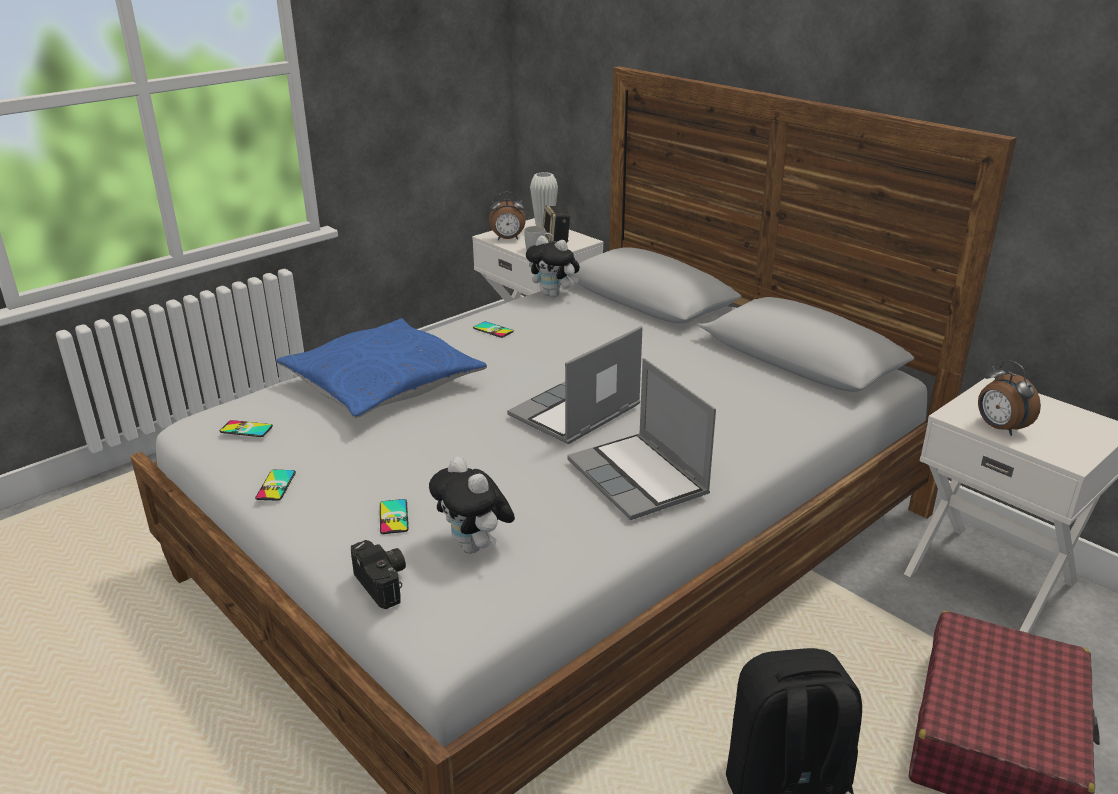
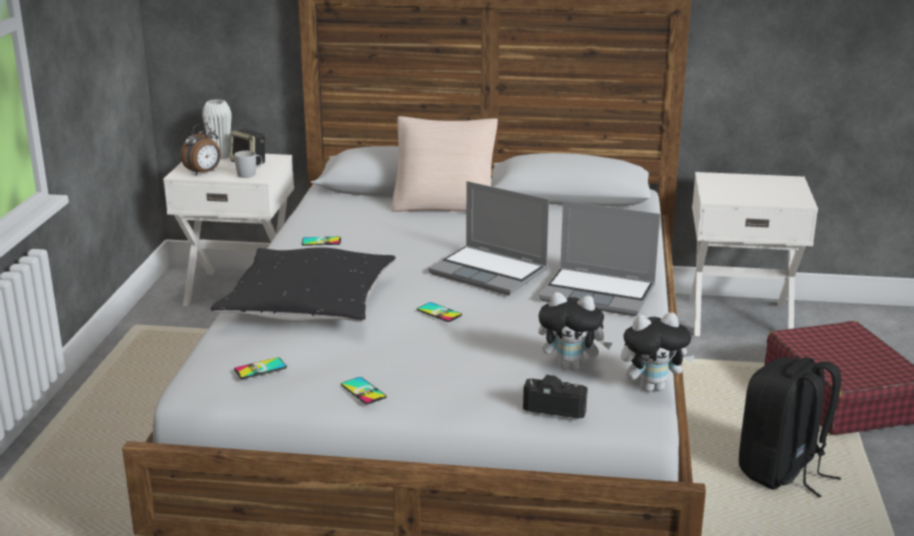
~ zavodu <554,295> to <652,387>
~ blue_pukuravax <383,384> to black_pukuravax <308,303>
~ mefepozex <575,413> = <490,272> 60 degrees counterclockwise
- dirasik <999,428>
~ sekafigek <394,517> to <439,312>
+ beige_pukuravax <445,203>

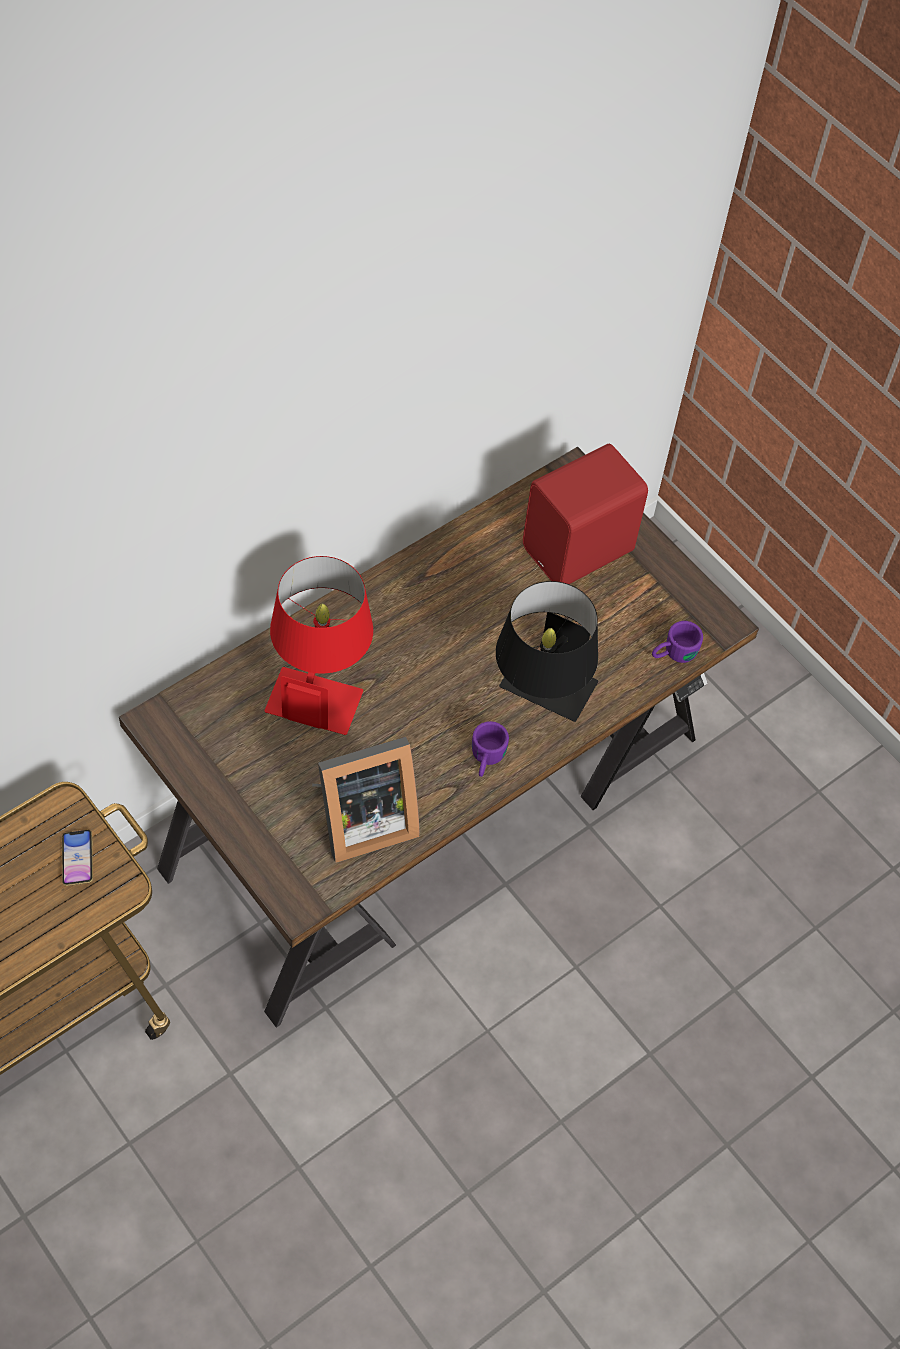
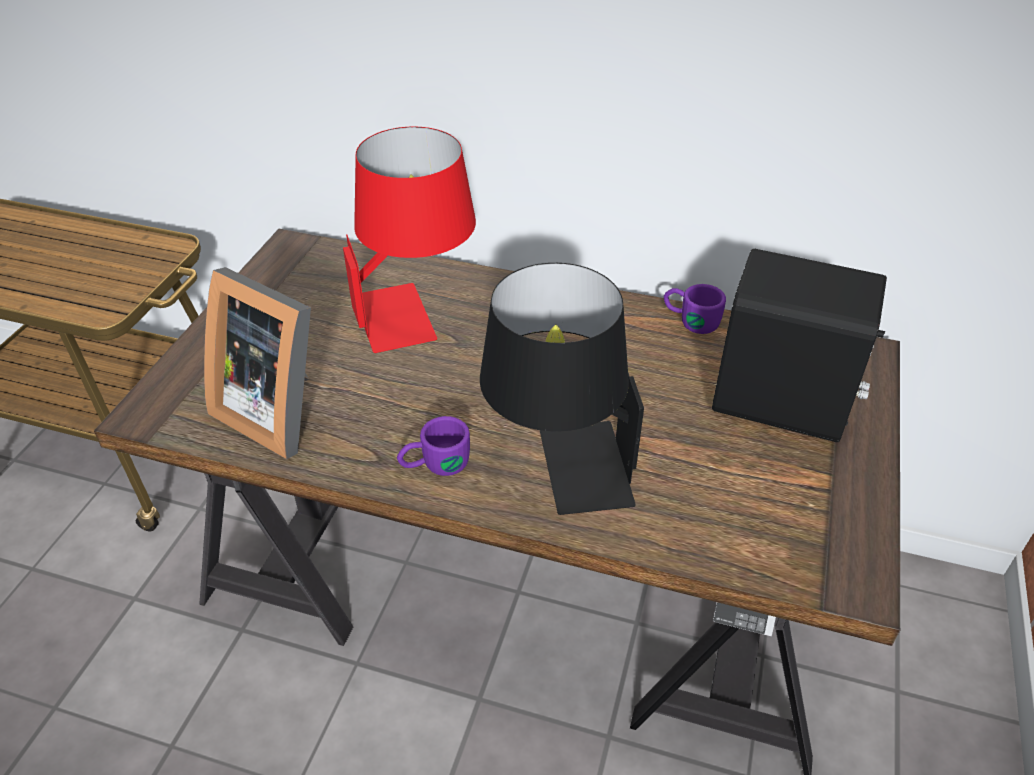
~ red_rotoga <580,551> to black_rotoga <782,405>
~ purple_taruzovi <673,654> to <690,320>
- sekafigek <78,859>

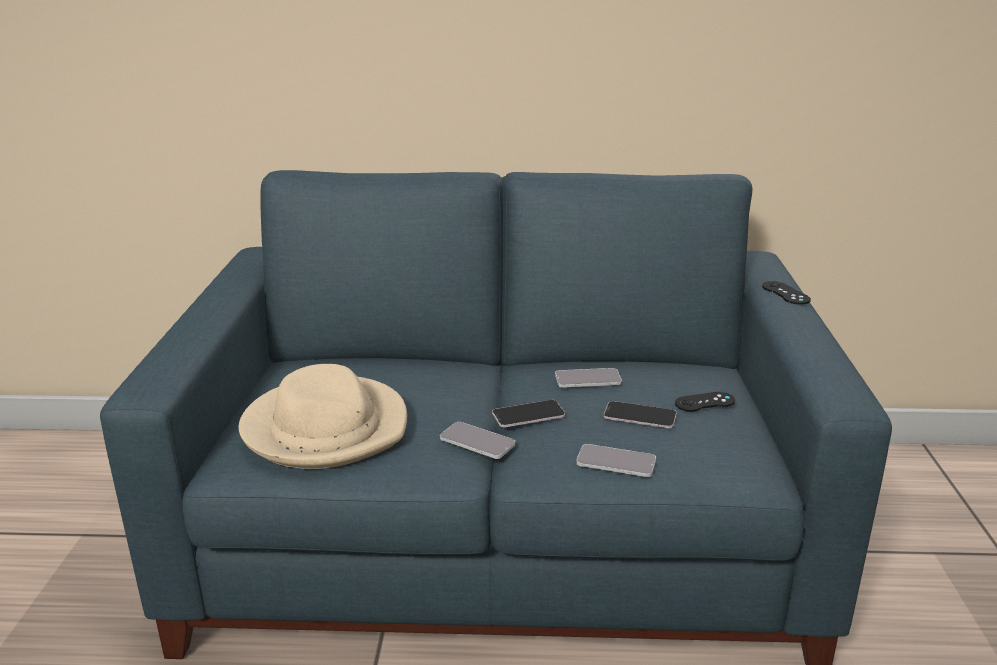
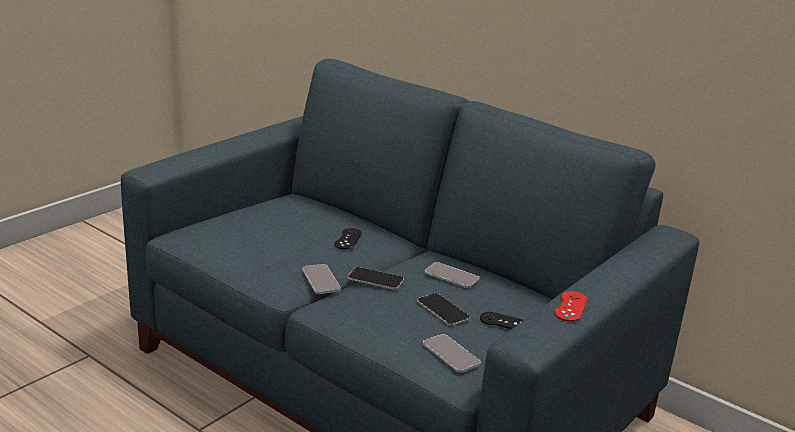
~ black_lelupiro <785,293> to <348,239>
- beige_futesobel <326,428>
~ sekafigek <616,462> to <451,354>
+ red_lelupiro <570,307>

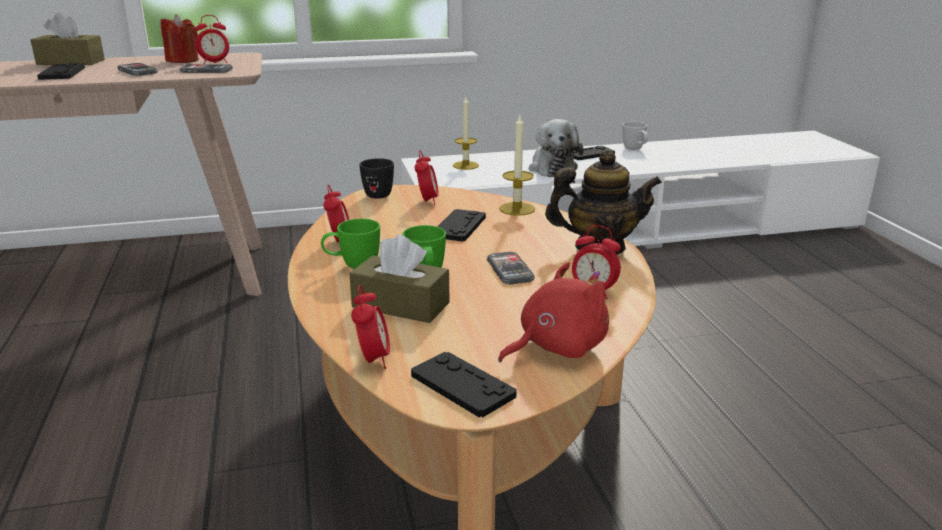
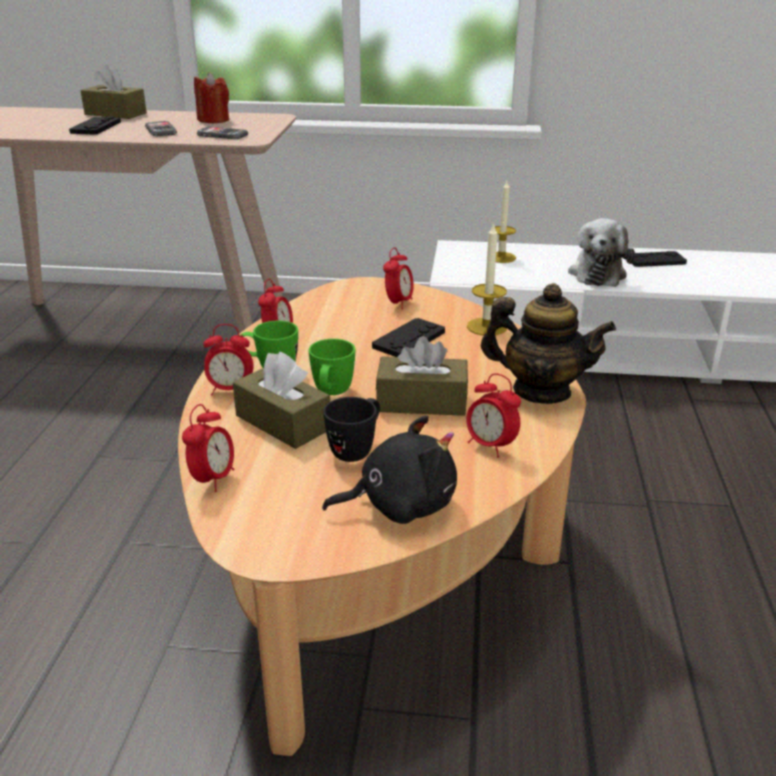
~ dirasik <215,63> to <230,390>
- white_taruzovi <635,150>
~ black_taruzovi <380,194> to <357,450>
~ sekafigek <510,270> to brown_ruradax <422,402>
~ red_zavodu <556,347> to black_zavodu <400,505>
- black_lelupiro <462,385>

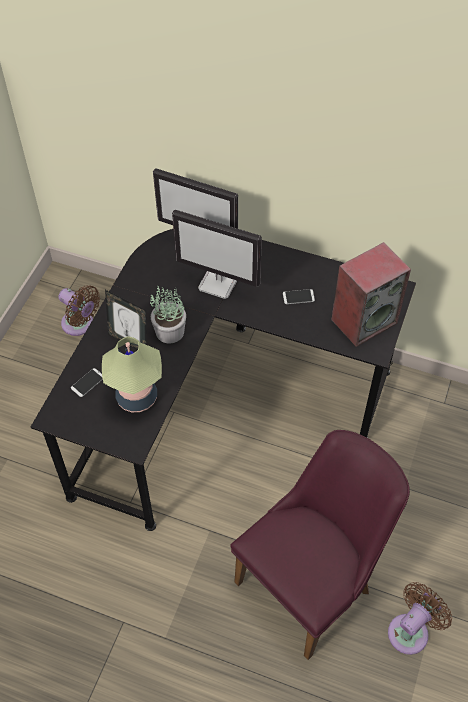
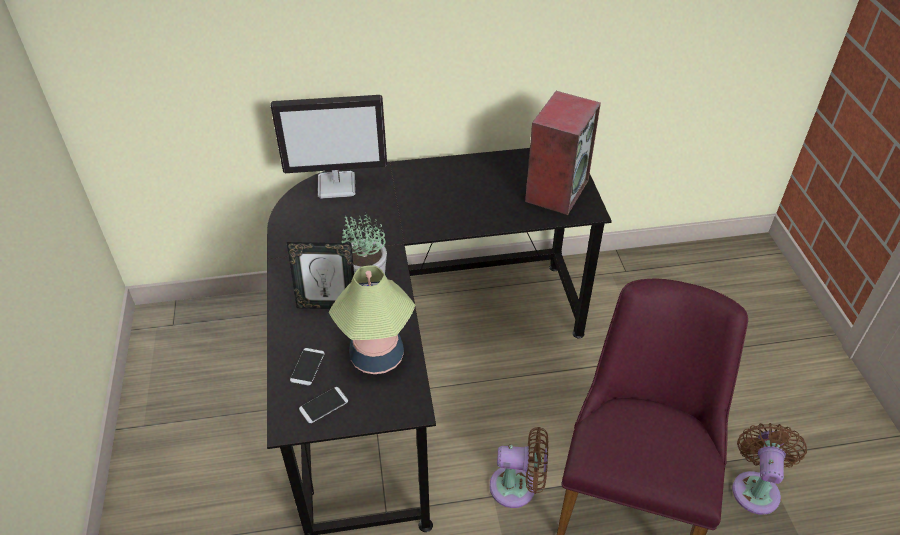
- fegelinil <219,283>
~ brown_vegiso <80,324> to <518,487>
~ sekafigek <298,297> to <323,405>

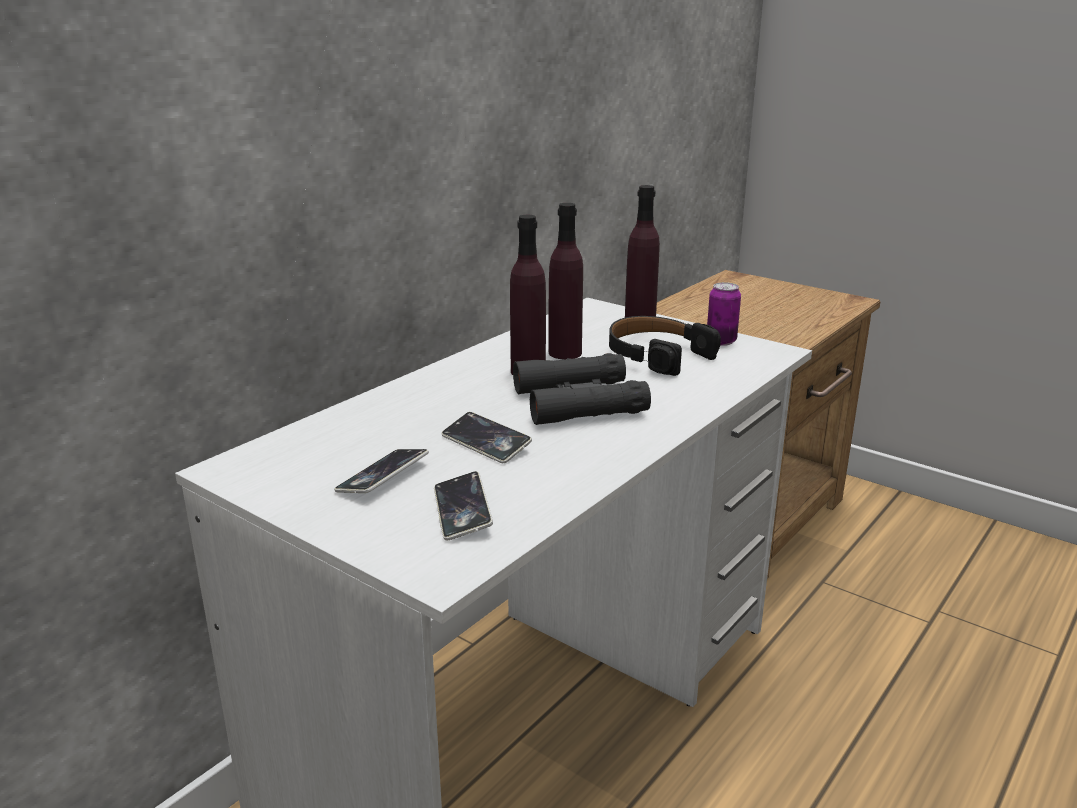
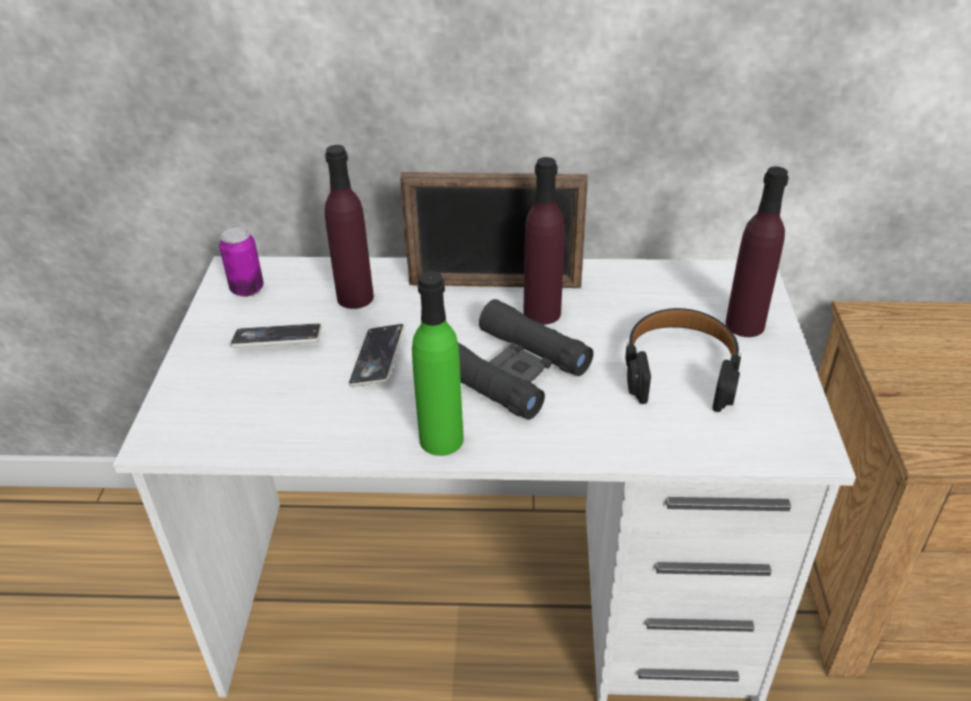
~ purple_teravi <565,353> to <355,297>
~ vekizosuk <721,341> to <247,289>
- sekafigek <462,511>
+ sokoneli <494,285>
+ green_teravi <441,439>

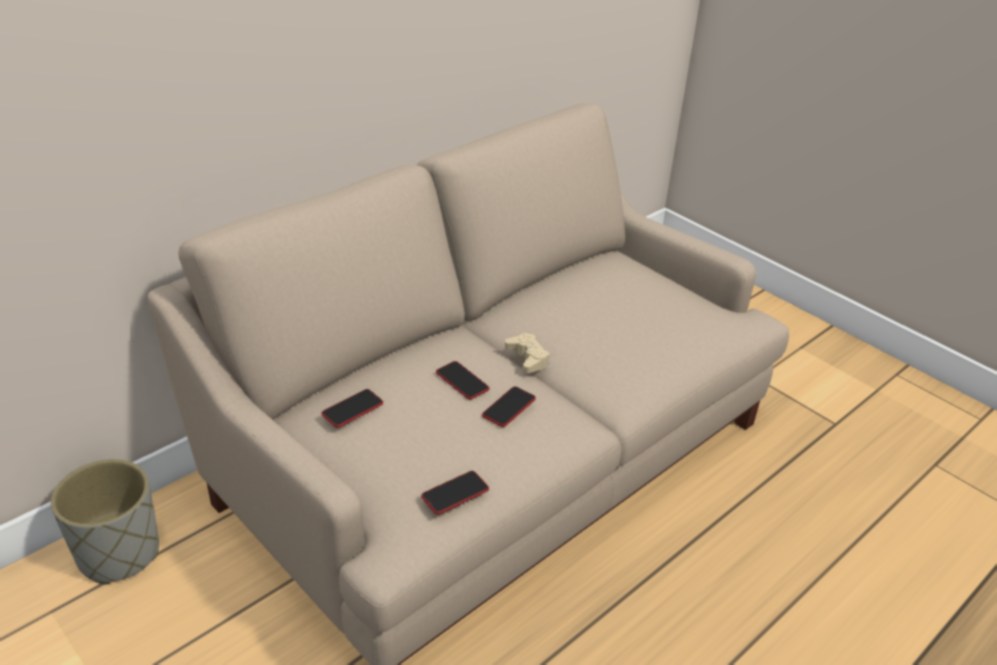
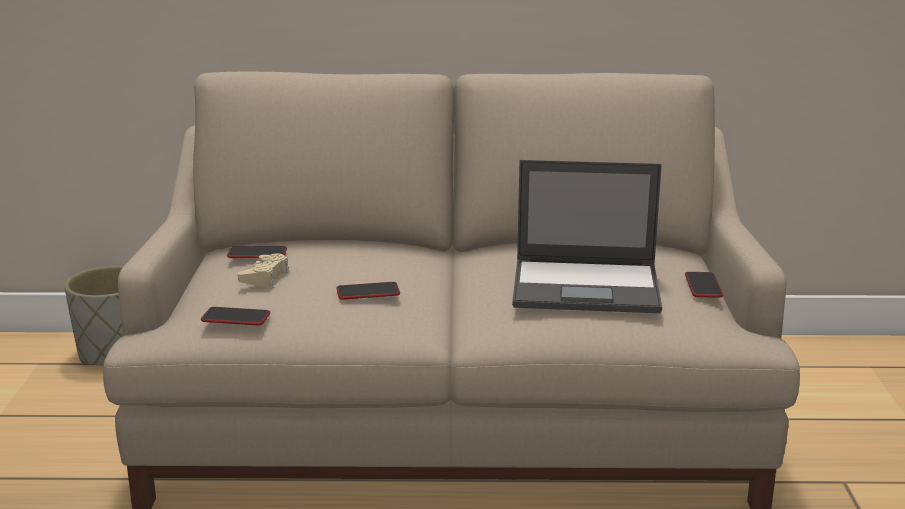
~ beige_lelupiro <527,358> to <265,276>
~ sekafigek <462,381> to <703,286>
+ mefepozex <588,287>

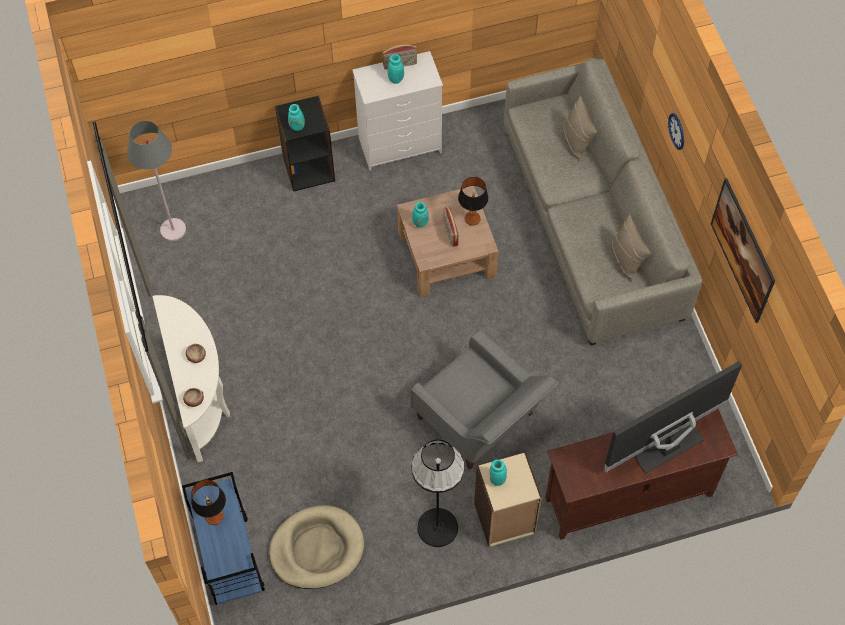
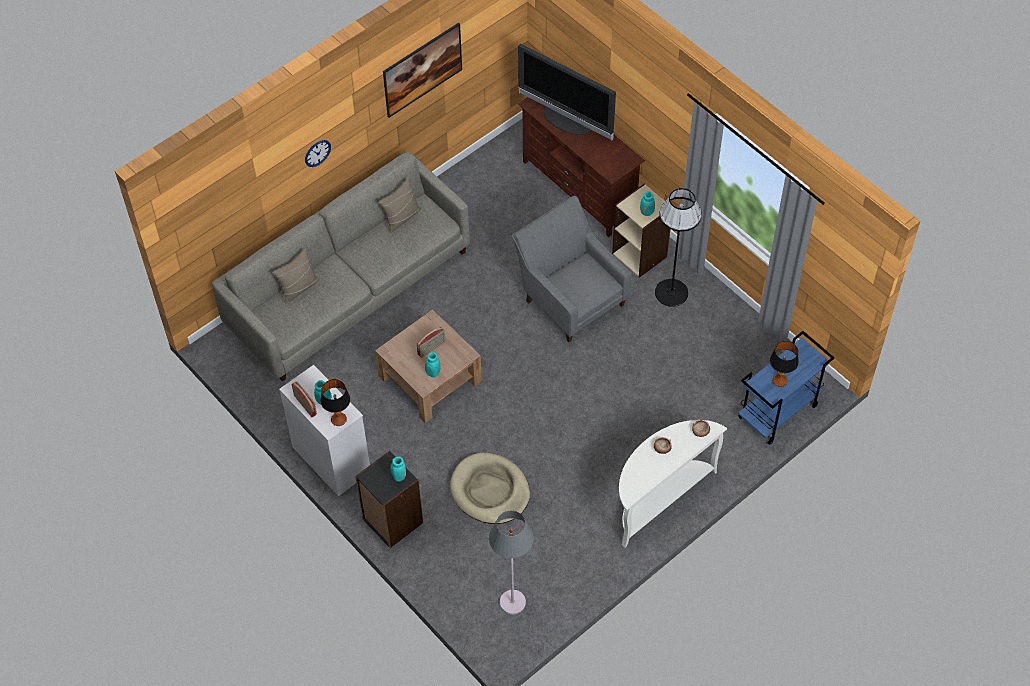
~ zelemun <472,219> to <338,419>
~ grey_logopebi <480,422> = <570,298> 60 degrees counterclockwise
~ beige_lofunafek <317,549> to <490,491>

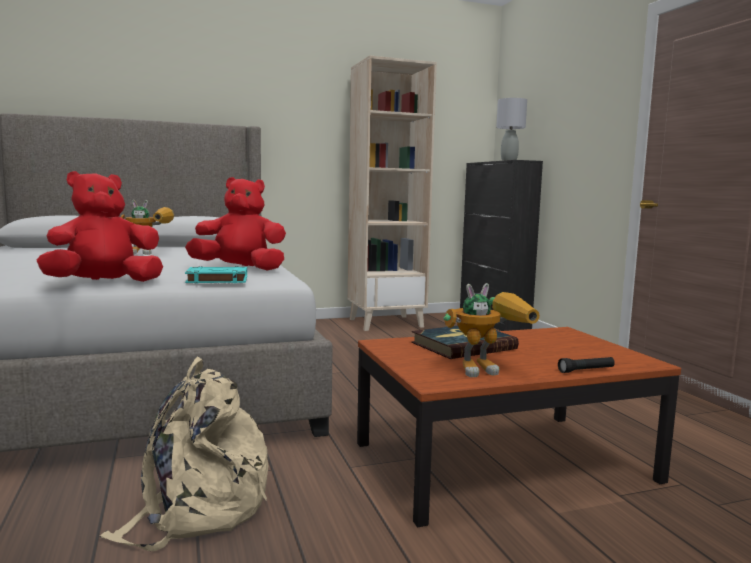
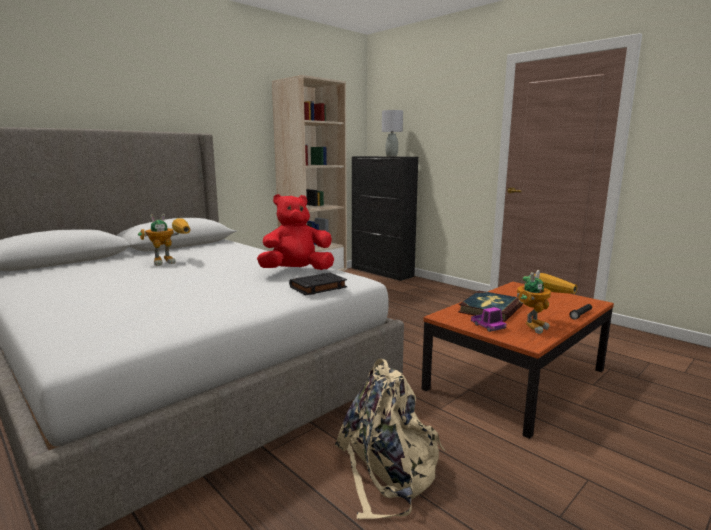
- red_zavodu <104,283>
~ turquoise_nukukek <216,280> to black_nukukek <317,287>
+ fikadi <487,326>

